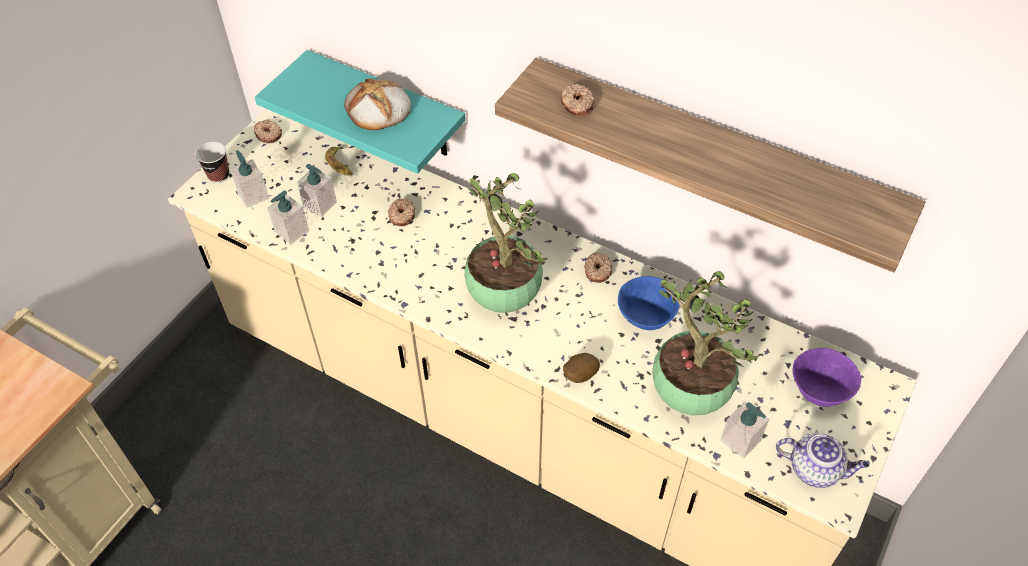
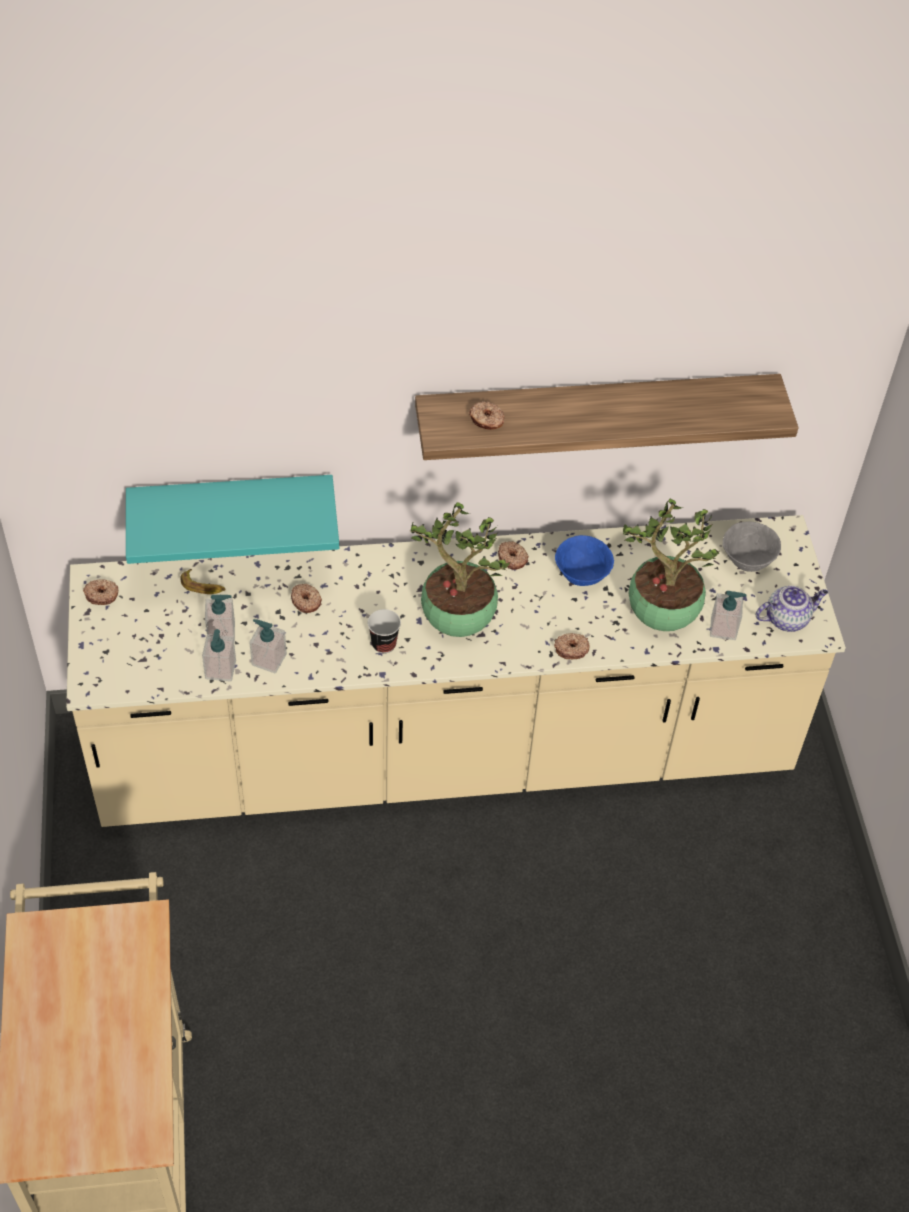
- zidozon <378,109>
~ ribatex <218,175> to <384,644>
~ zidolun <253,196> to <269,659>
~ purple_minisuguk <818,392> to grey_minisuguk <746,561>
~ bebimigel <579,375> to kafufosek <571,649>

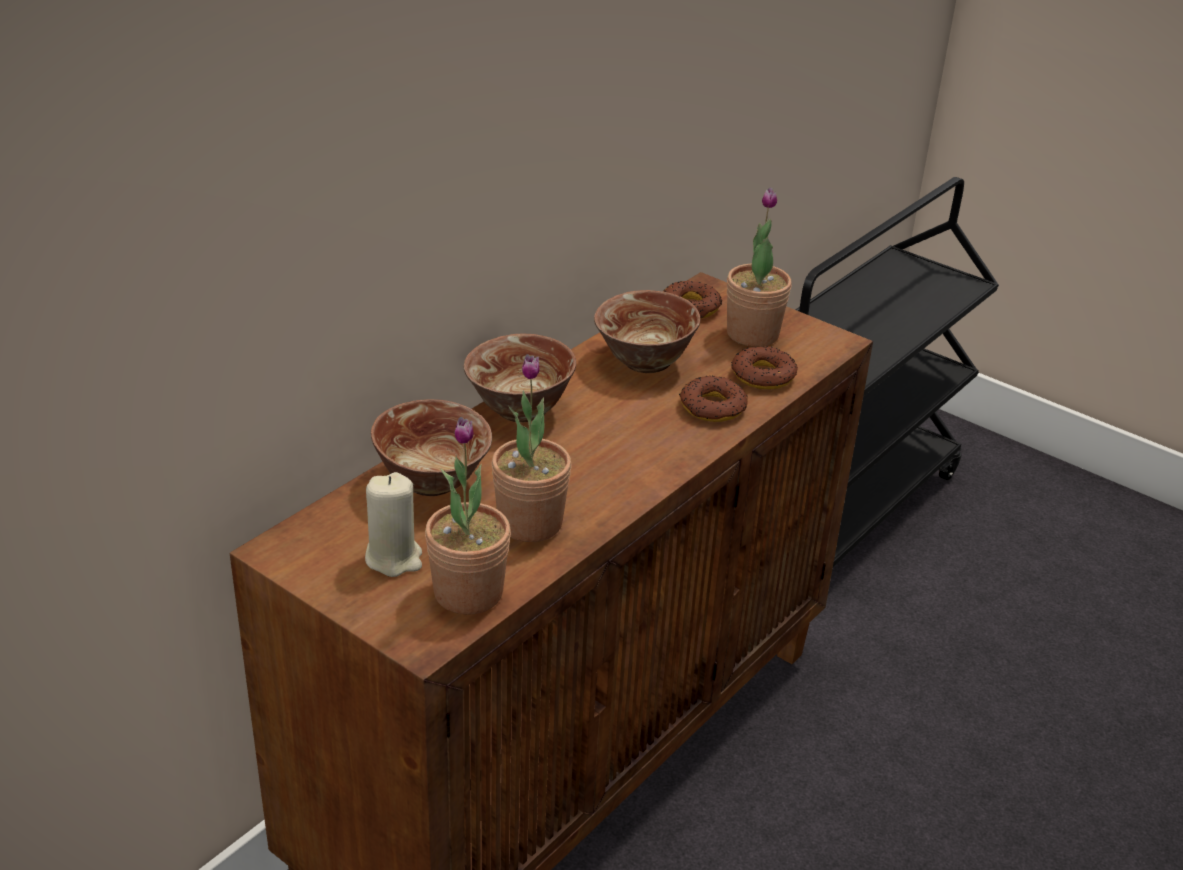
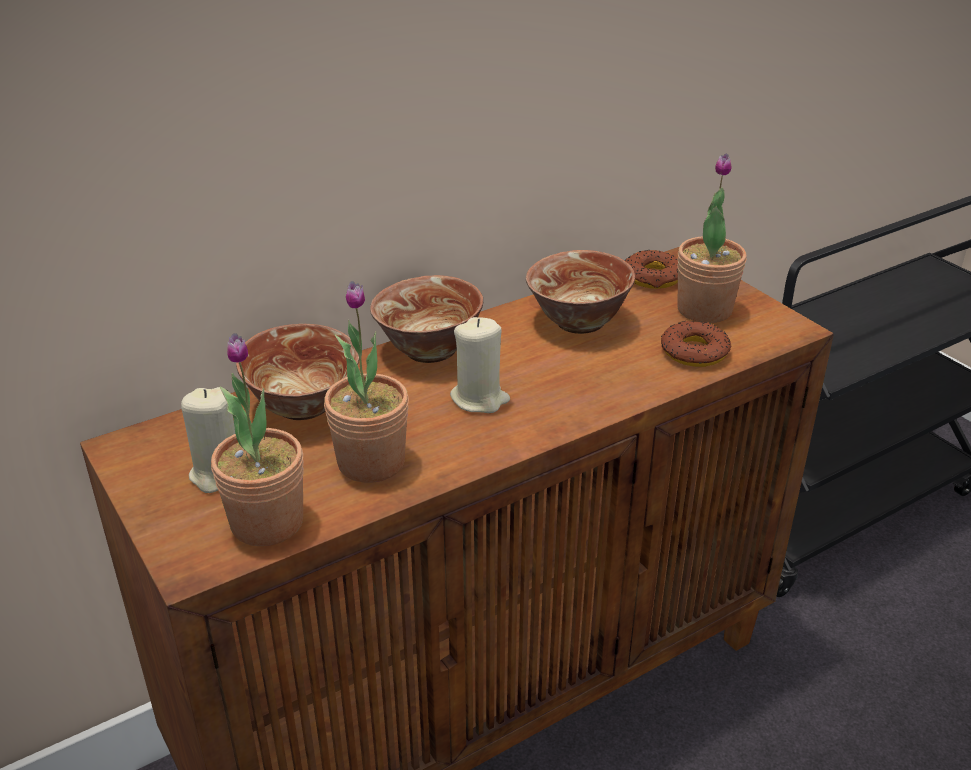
- kafufosek <712,407>
+ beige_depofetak <479,399>

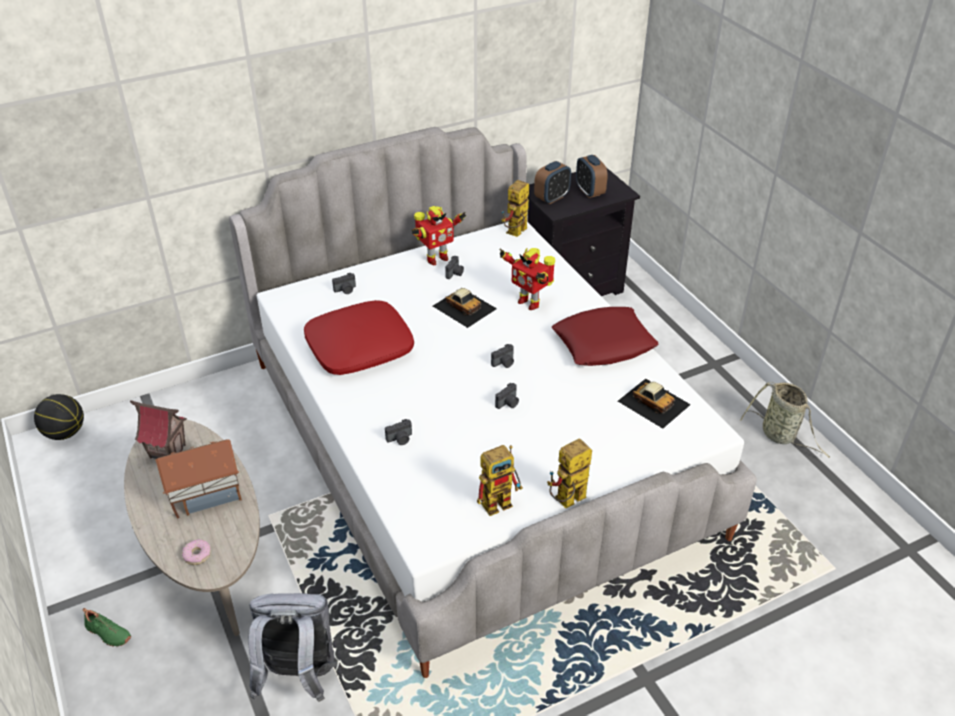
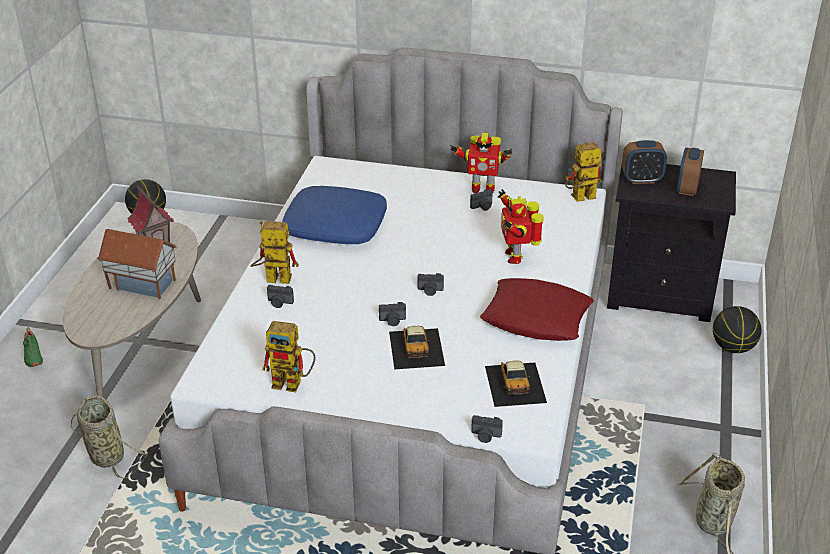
~ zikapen <345,290> to <485,436>
~ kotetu <464,307> to <417,348>
~ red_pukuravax <359,347> to blue_pukuravax <336,226>
~ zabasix <567,502> to <272,280>
- kafufosek <197,555>
~ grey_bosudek <298,676> to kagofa <105,455>
+ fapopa <733,347>

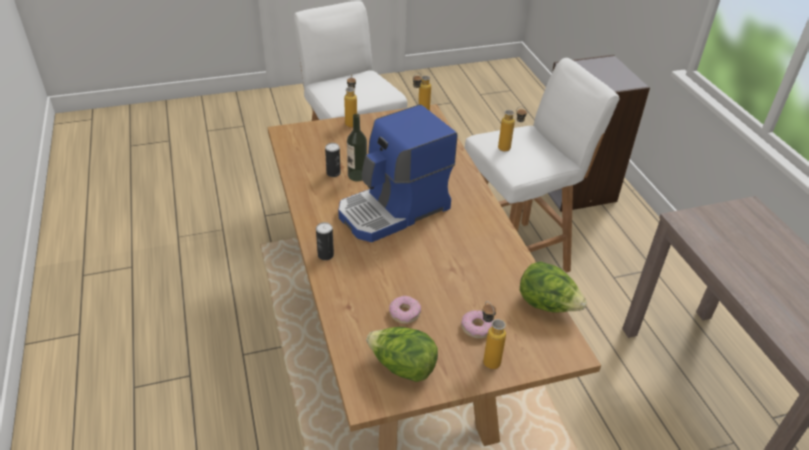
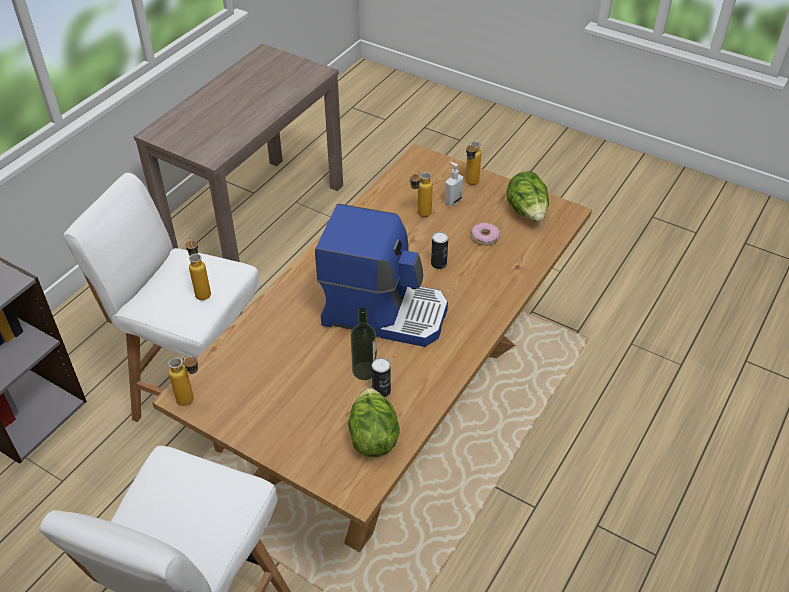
~ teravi <351,121> to <419,215>
~ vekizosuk <325,255> to <438,264>
~ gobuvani <547,305> to <373,436>
~ kafufosek <476,328> to zidolun <452,200>

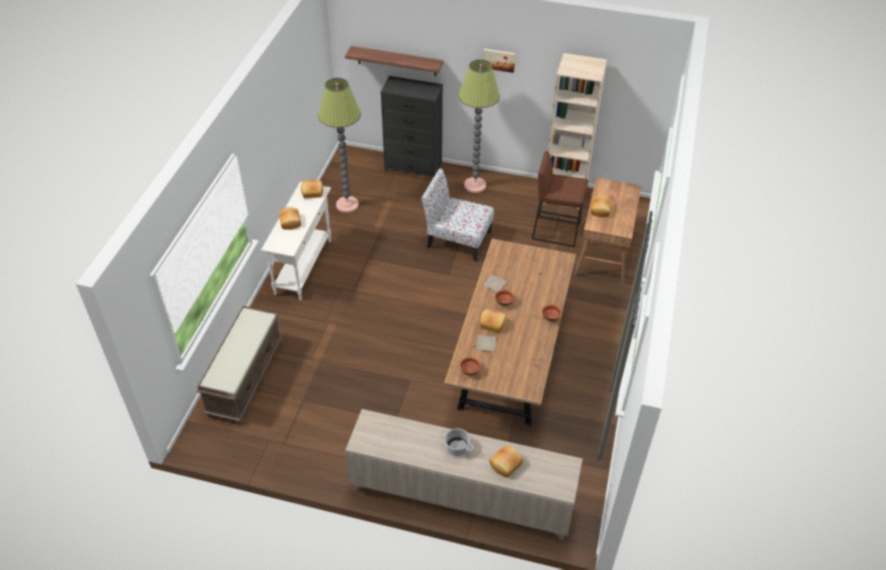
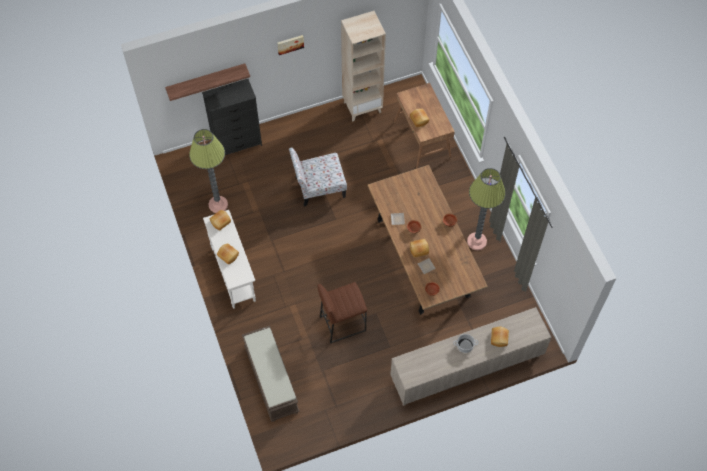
~ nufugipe <475,185> to <476,241>
~ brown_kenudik <556,231> to <342,323>

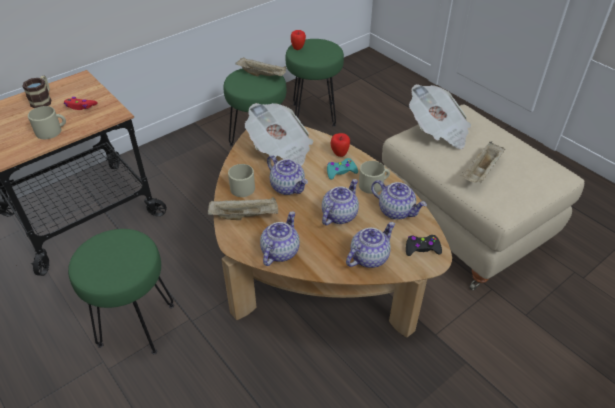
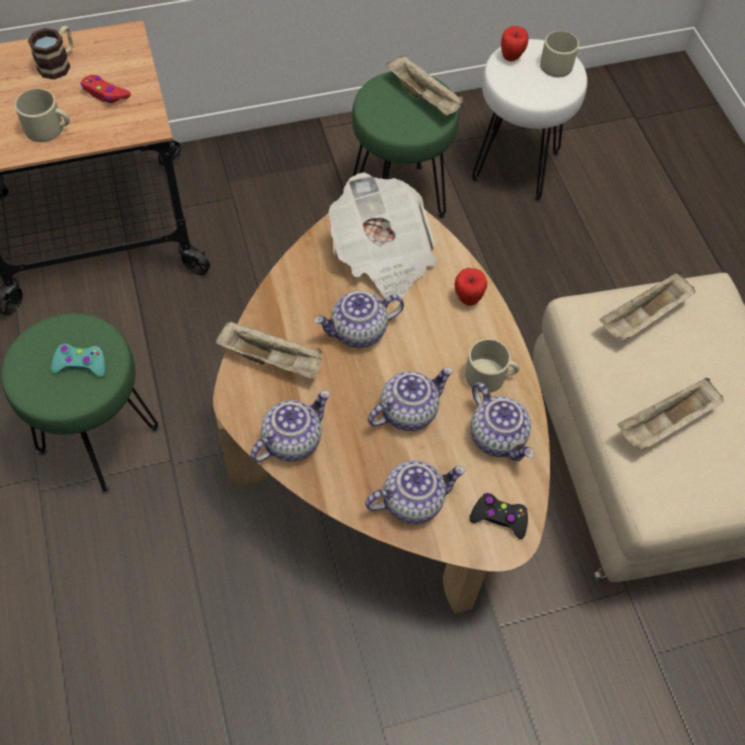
~ green_kenudik <314,114> to white_kenudik <516,166>
~ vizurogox <438,131> to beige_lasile <643,318>
~ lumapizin <288,187> = <358,332> 90 degrees clockwise
~ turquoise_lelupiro <341,172> to <81,364>
~ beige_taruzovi <242,186> to <556,62>

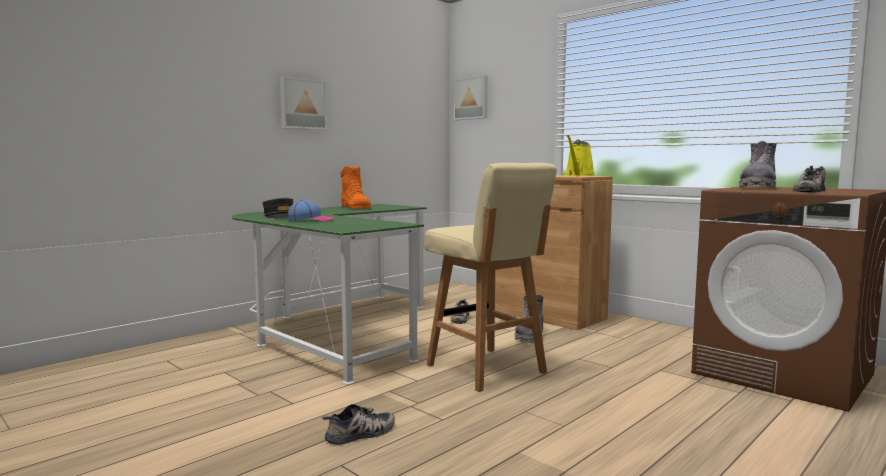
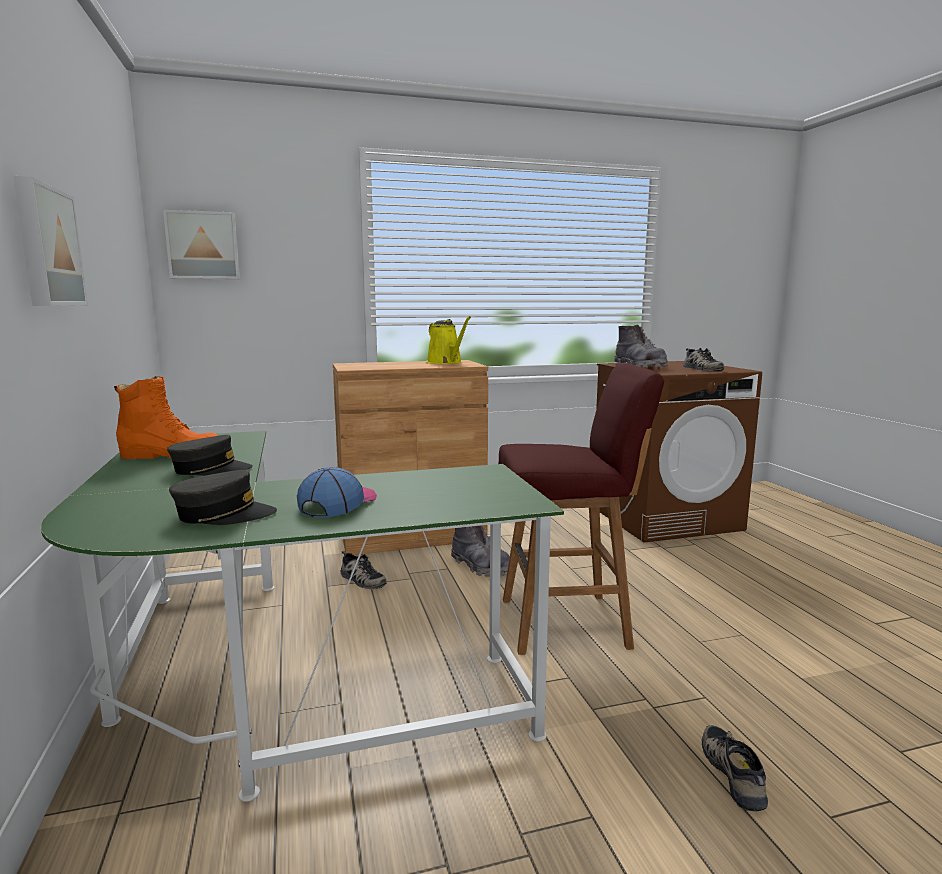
~ beige_kenudik <487,370> to red_kenudik <567,623>
+ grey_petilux <210,469>

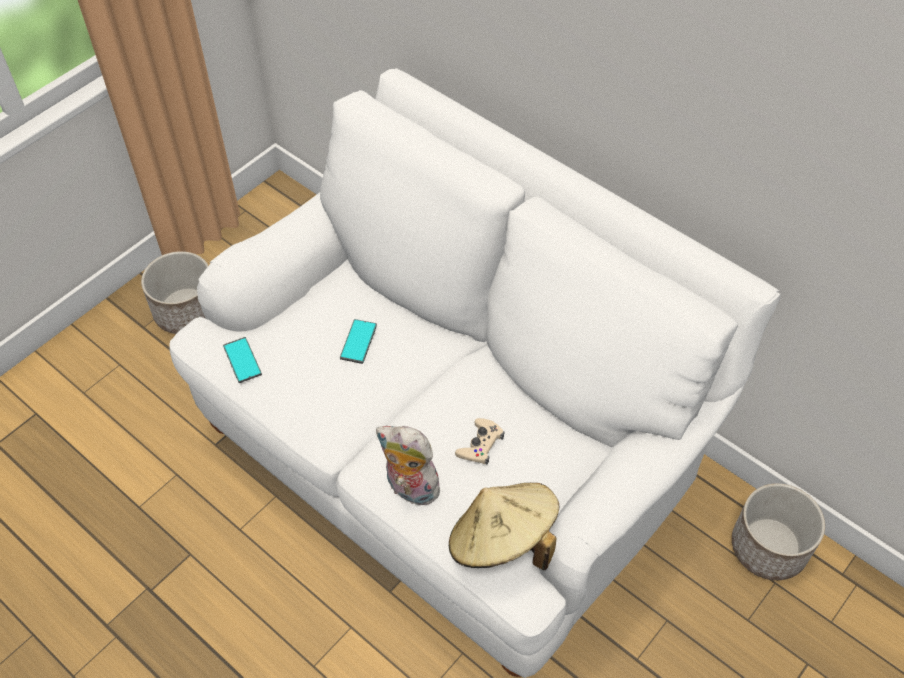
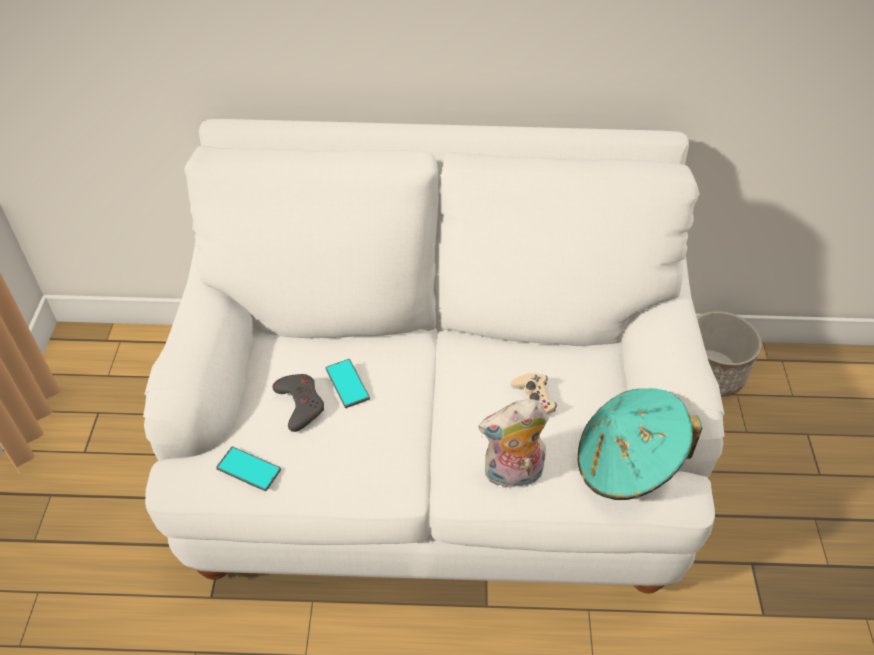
- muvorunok <186,312>
~ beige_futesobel <502,542> to turquoise_futesobel <627,464>
+ grey_lelupiro <300,404>

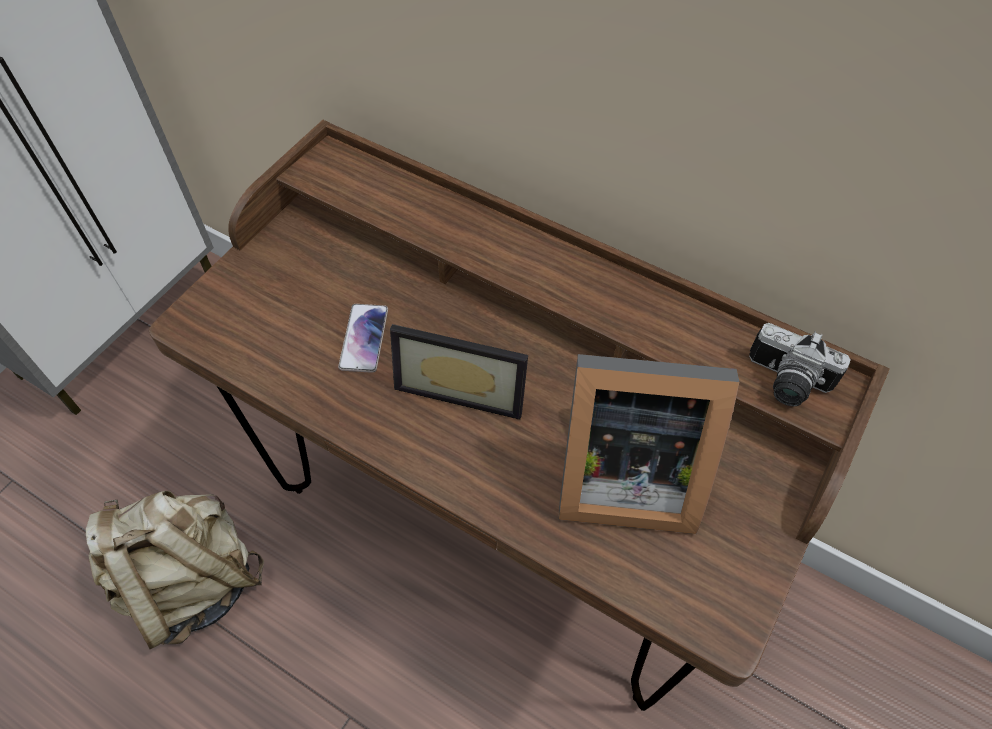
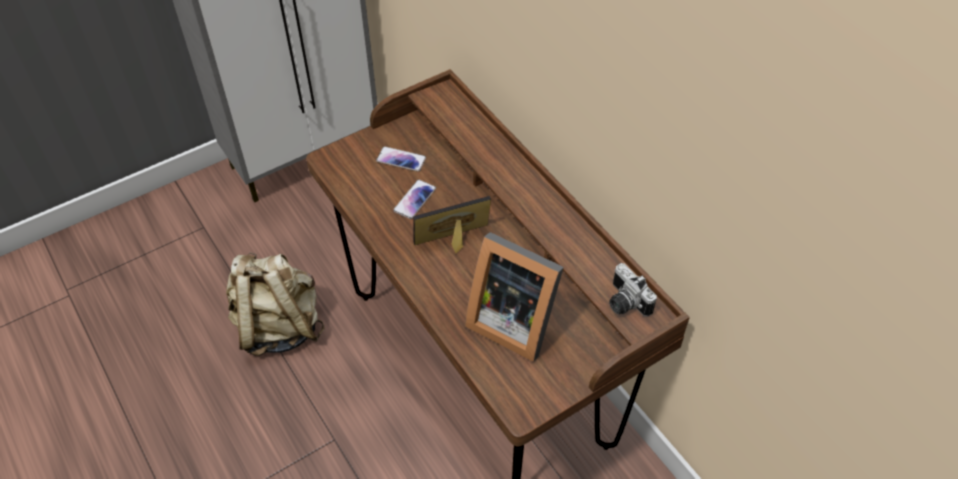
~ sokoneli <463,384> = <454,243> 120 degrees clockwise
+ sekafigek <401,159>

